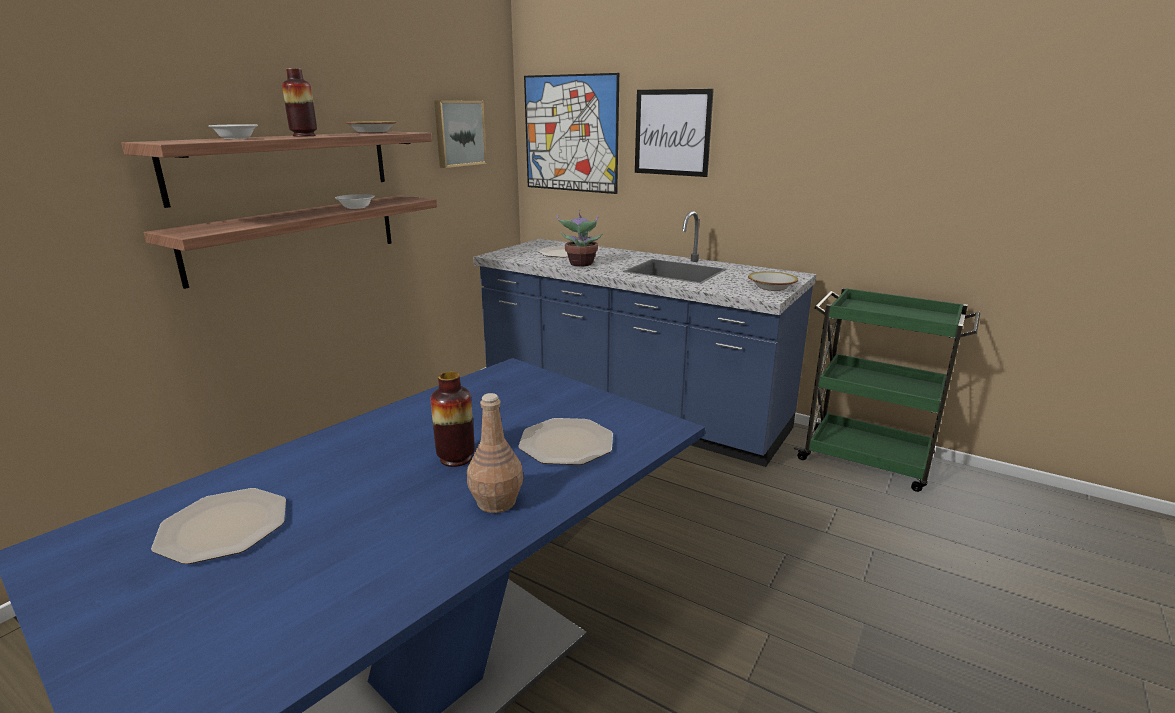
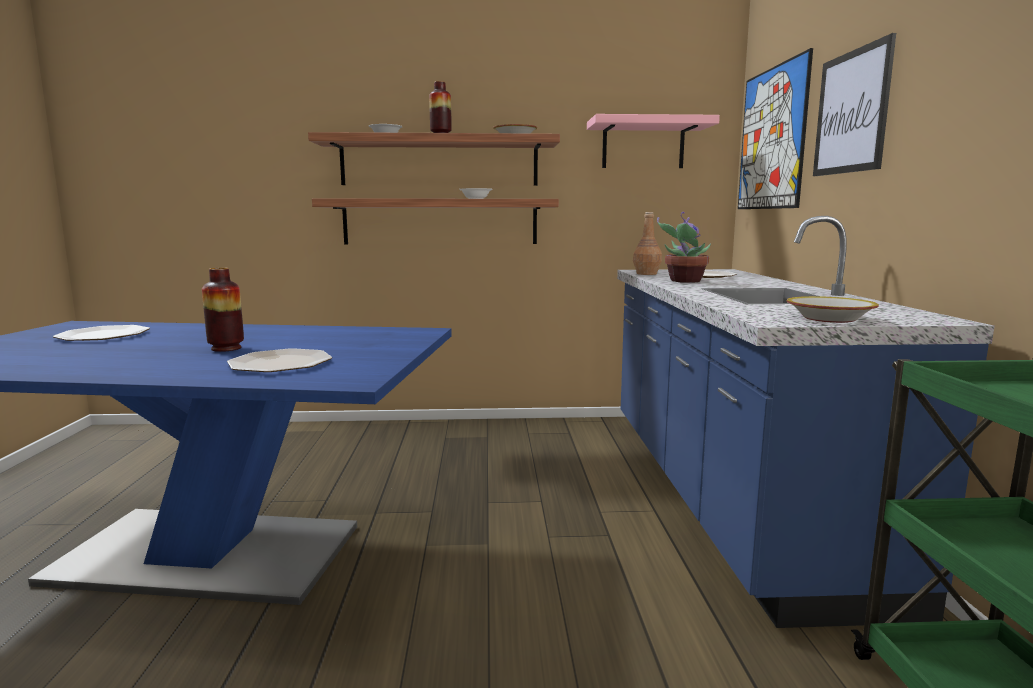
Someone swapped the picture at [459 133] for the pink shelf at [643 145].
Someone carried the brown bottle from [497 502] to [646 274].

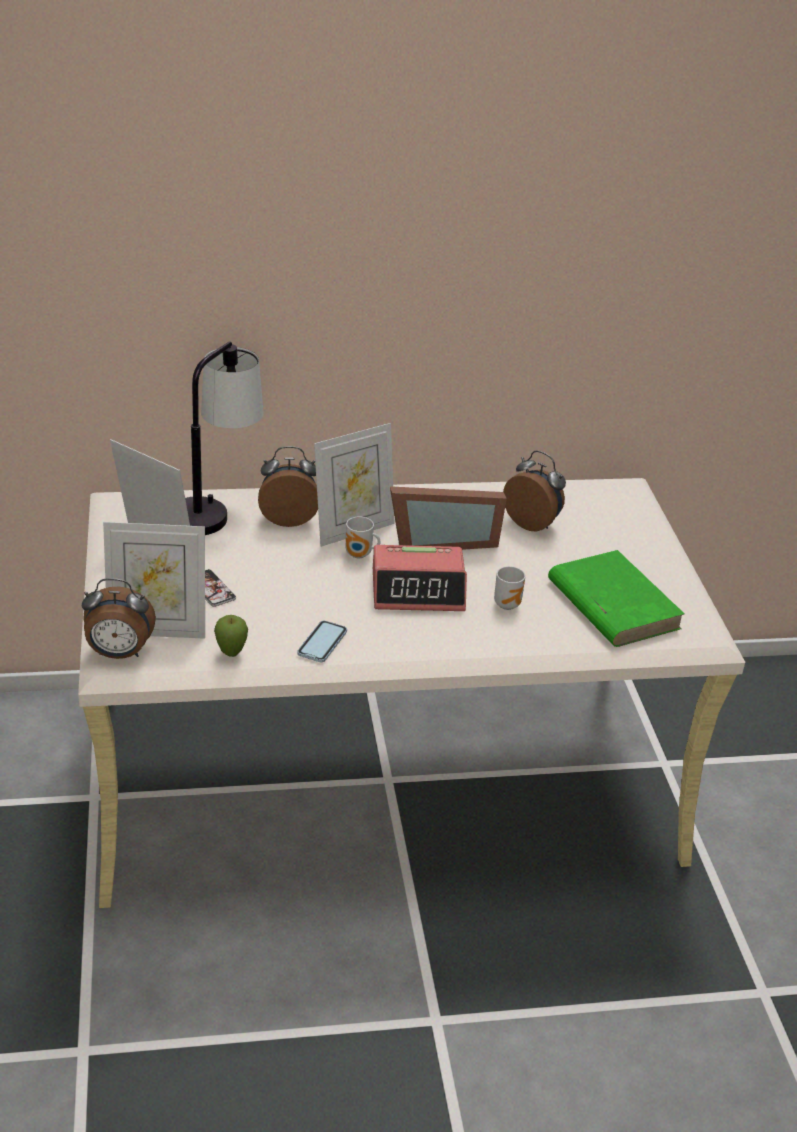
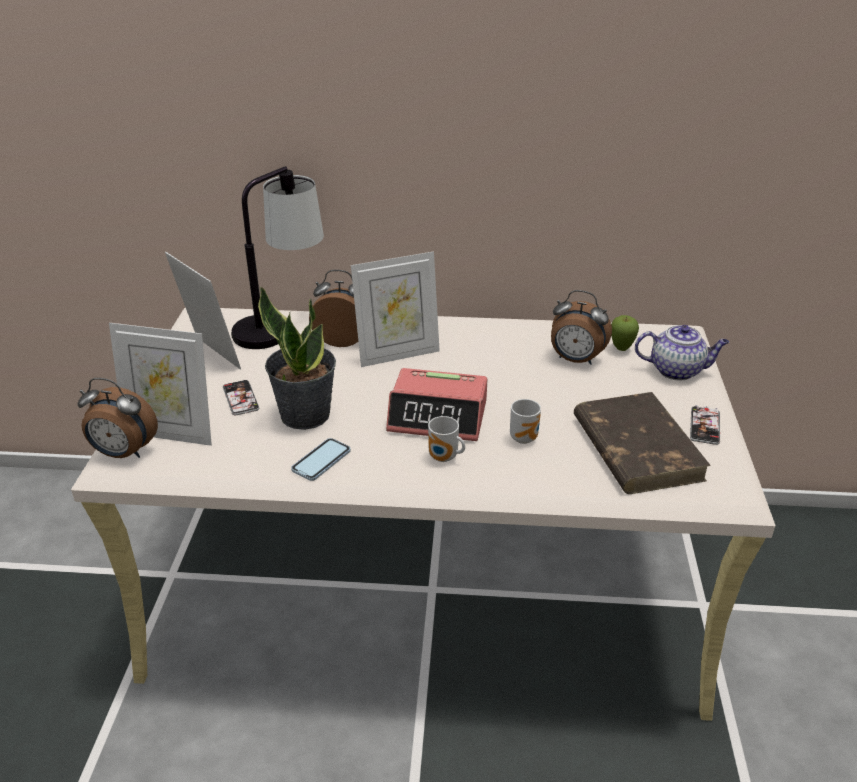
Someone rotated the alarm clock at [533 523] by 150 degrees clockwise.
Someone took away the picture frame at [441 541].
Someone carried the mug from [360 555] to [444 458].
Someone repainted the green book at [612 604], which became the brown book at [636 447].
Someone carried the apple from [231 654] to [621 349].
Someone put down the potted plant at [305 414].
Someone put down the teapot at [677 370].
Someone put down the phone at [704 426].

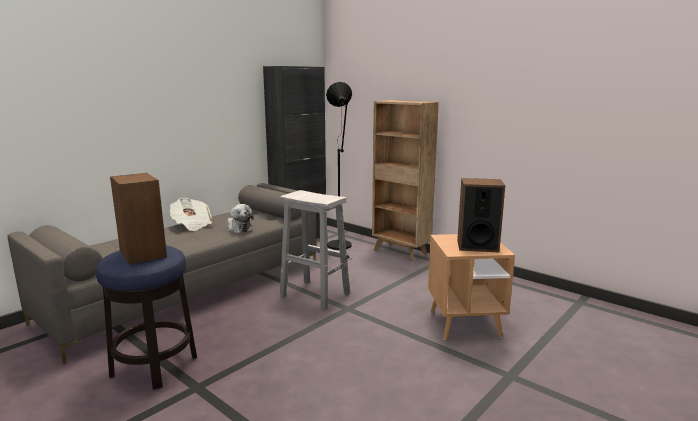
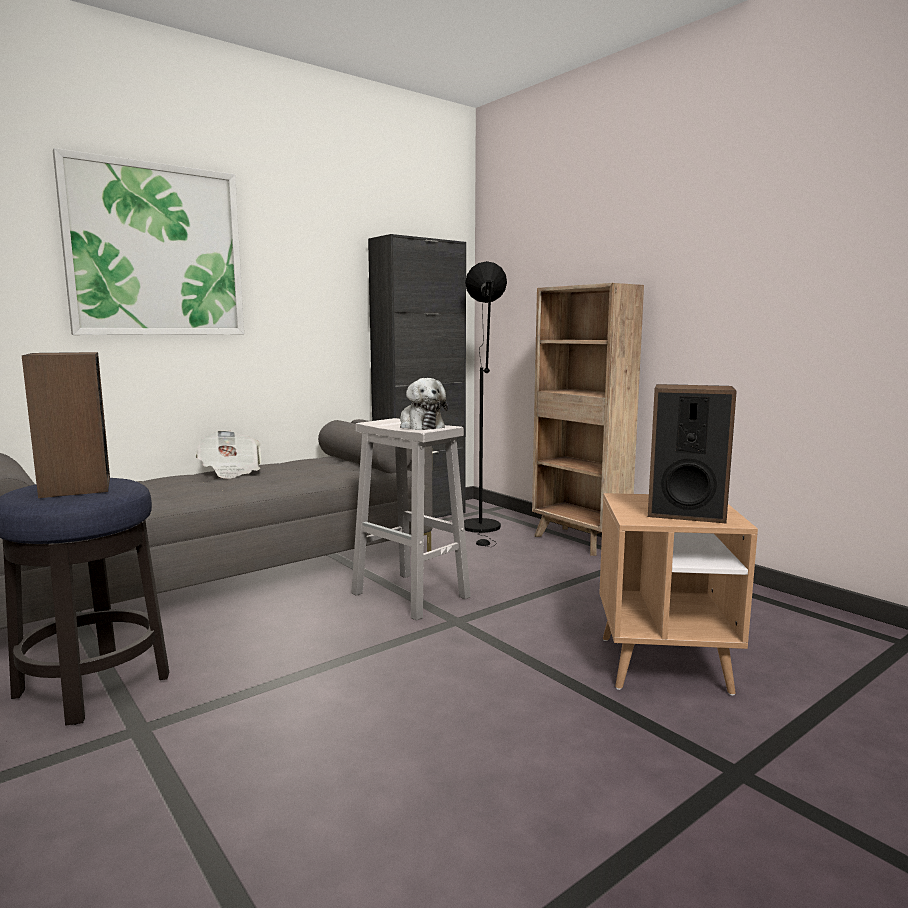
Someone carried the plush toy from [238 228] to [420 426].
Someone put up the picture at [156 251].

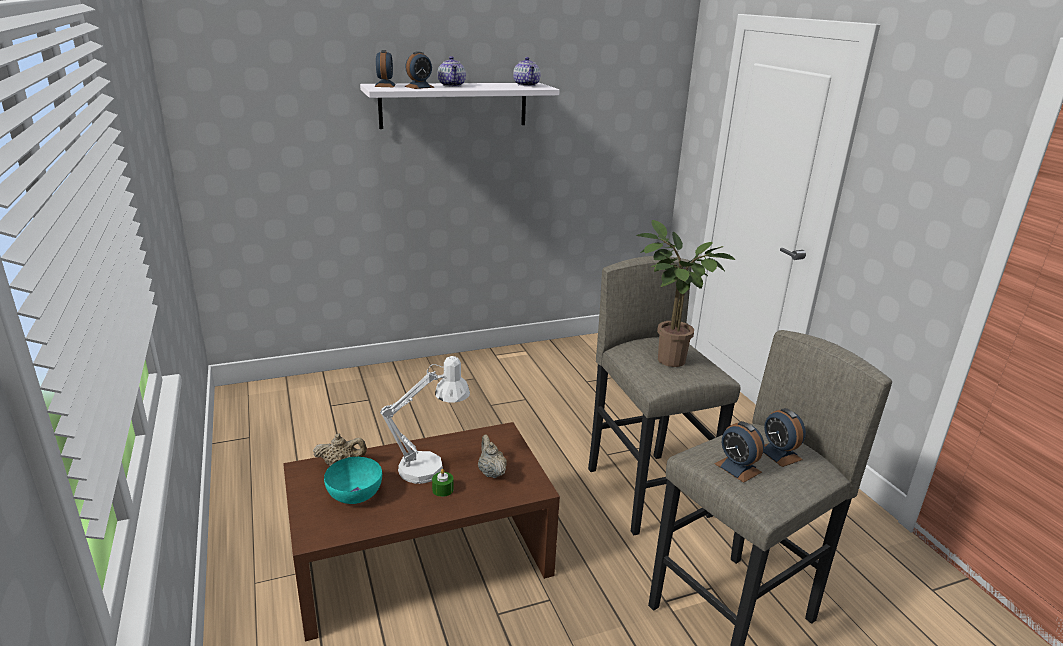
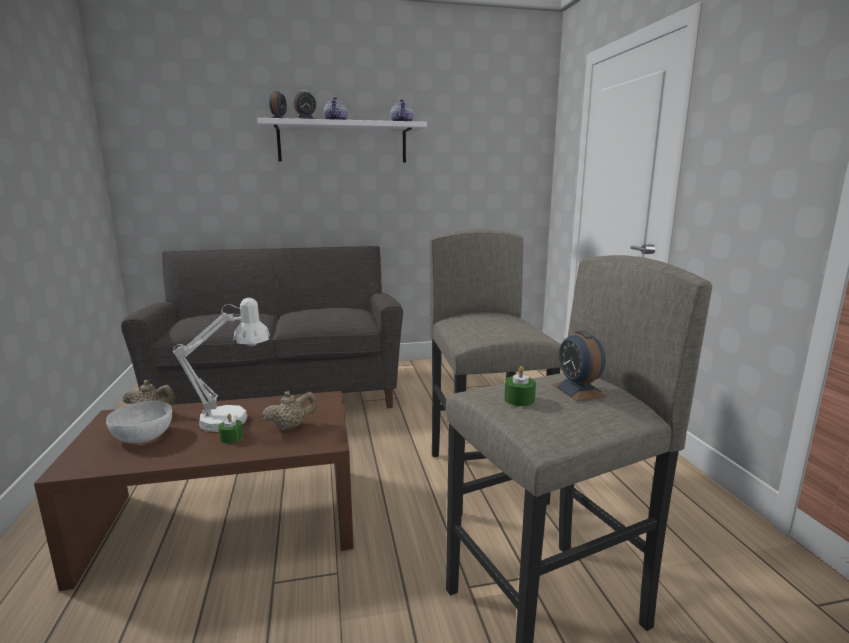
Someone took away the potted plant at [666 361].
Someone swapped the alarm clock at [737 468] for the green candle at [519 400].
Someone rotated the beige teapot at [491 472] by 75 degrees clockwise.
Someone repainted the turquoise bowl at [354 493], which became the white bowl at [142 436].
Someone put down the grey sofa at [282 392].

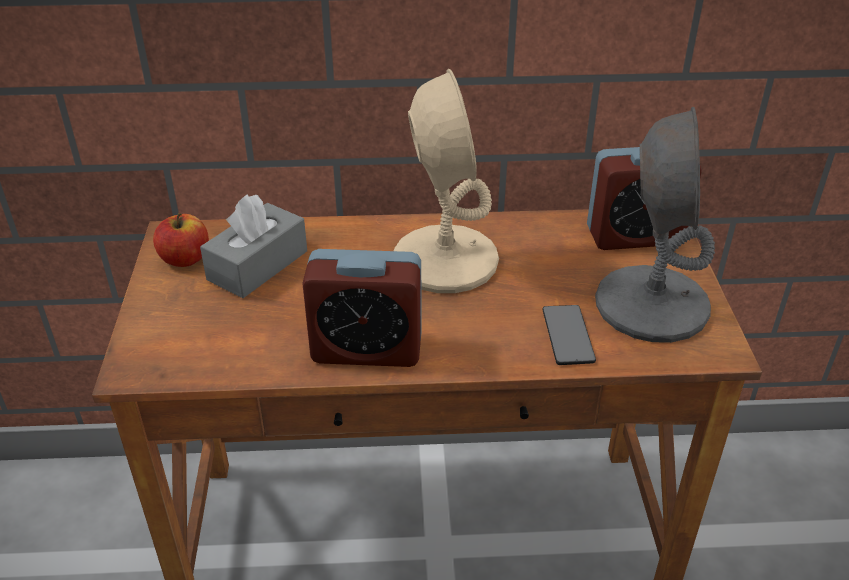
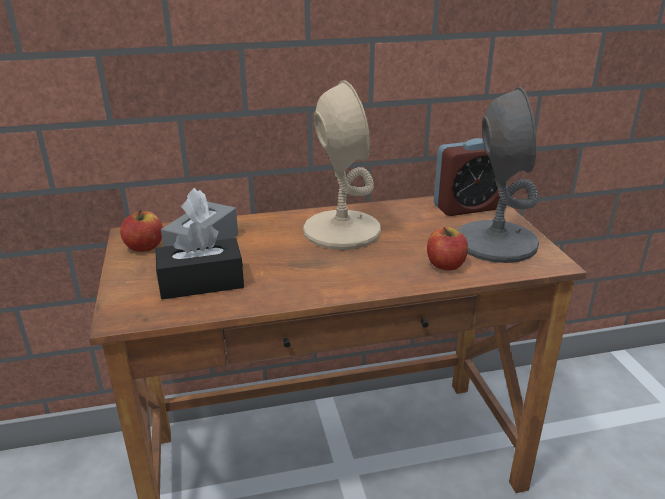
Someone took away the alarm clock at [367 349].
Someone swapped the phone at [567 336] for the apple at [445 265].
Someone put down the black tissue box at [201 282].

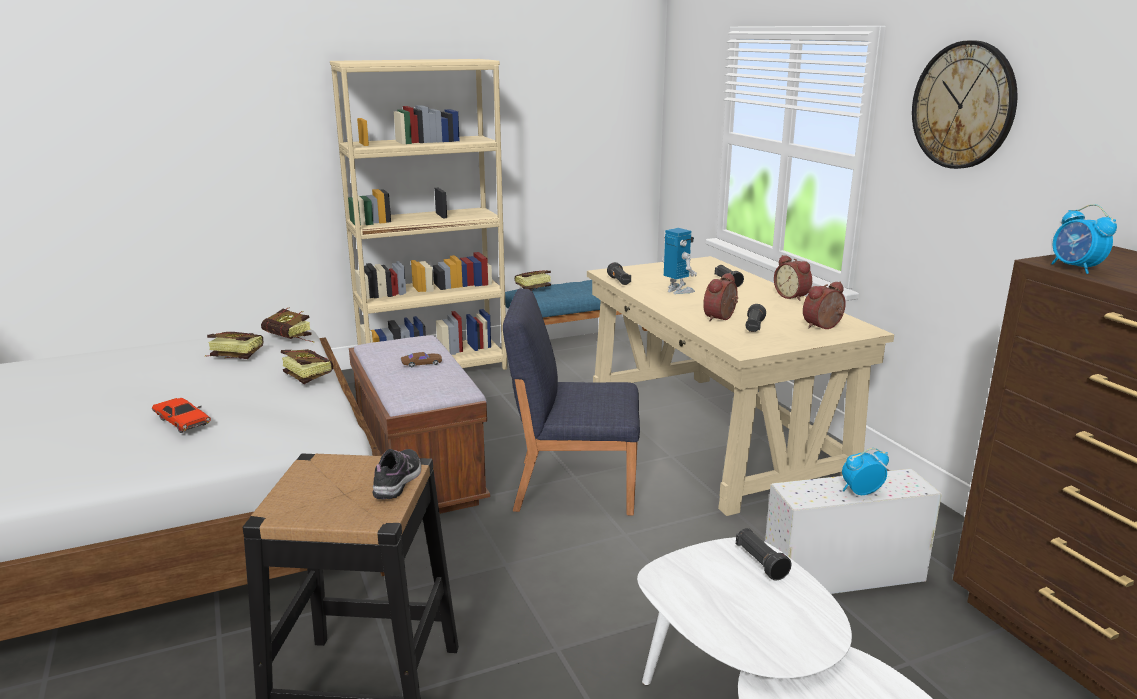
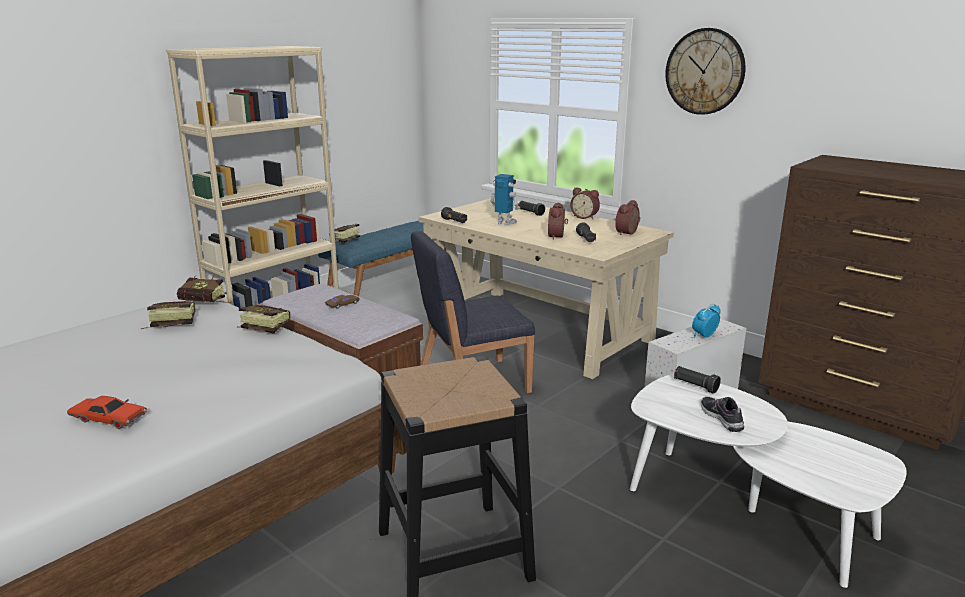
Someone took away the alarm clock at [1075 268].
Someone carried the red toy car from [182 422] to [108 419].
Someone carried the shoe from [398 480] to [721 418].

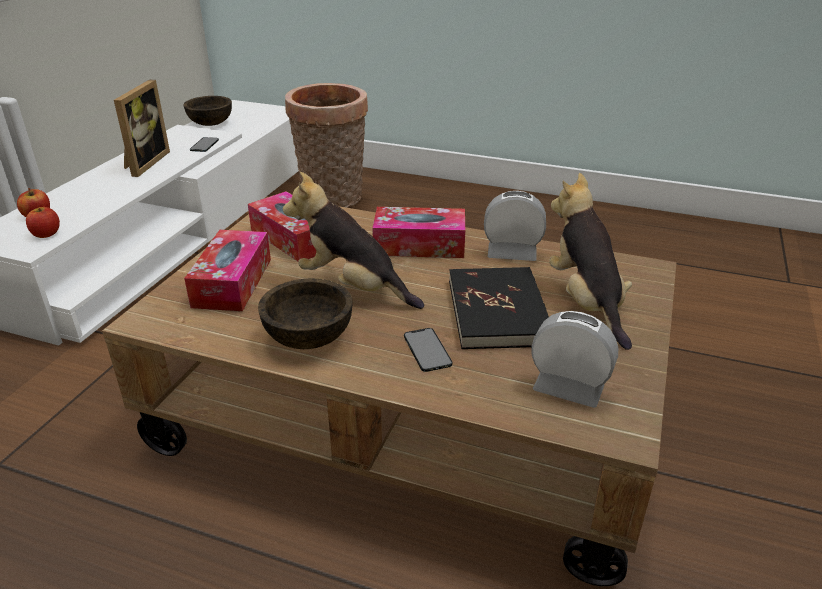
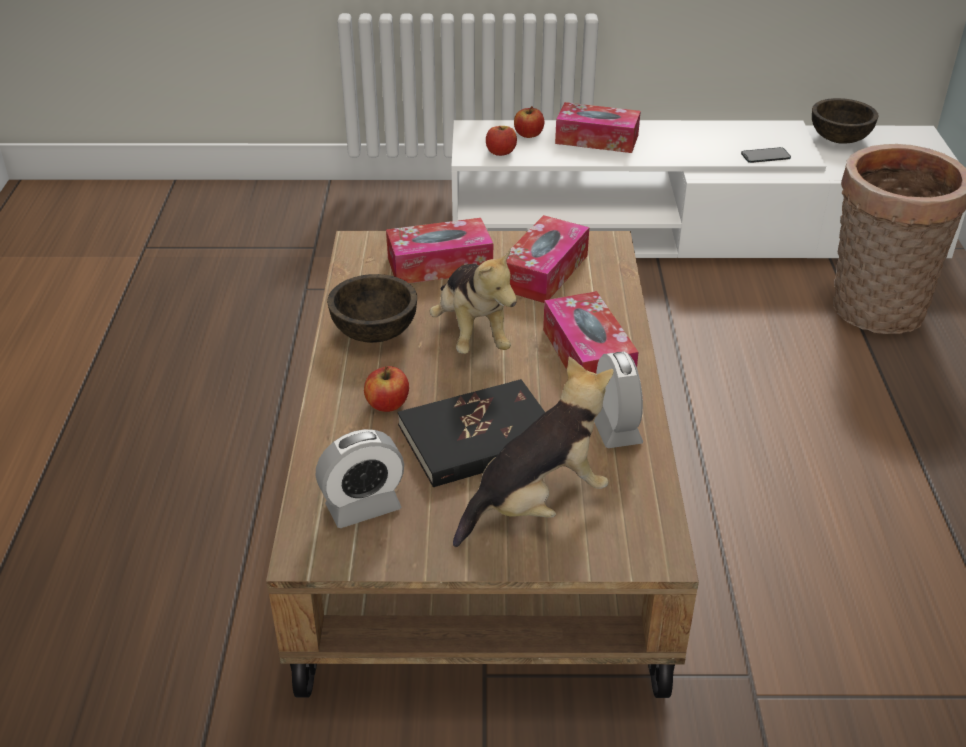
Someone took away the picture frame at [144 163].
Someone rotated the plush toy at [353 287] by 150 degrees clockwise.
Someone rotated the alarm clock at [568 389] by 60 degrees clockwise.
Someone swapped the phone at [427 350] for the apple at [387 404].
Someone put down the tissue box at [597 139].

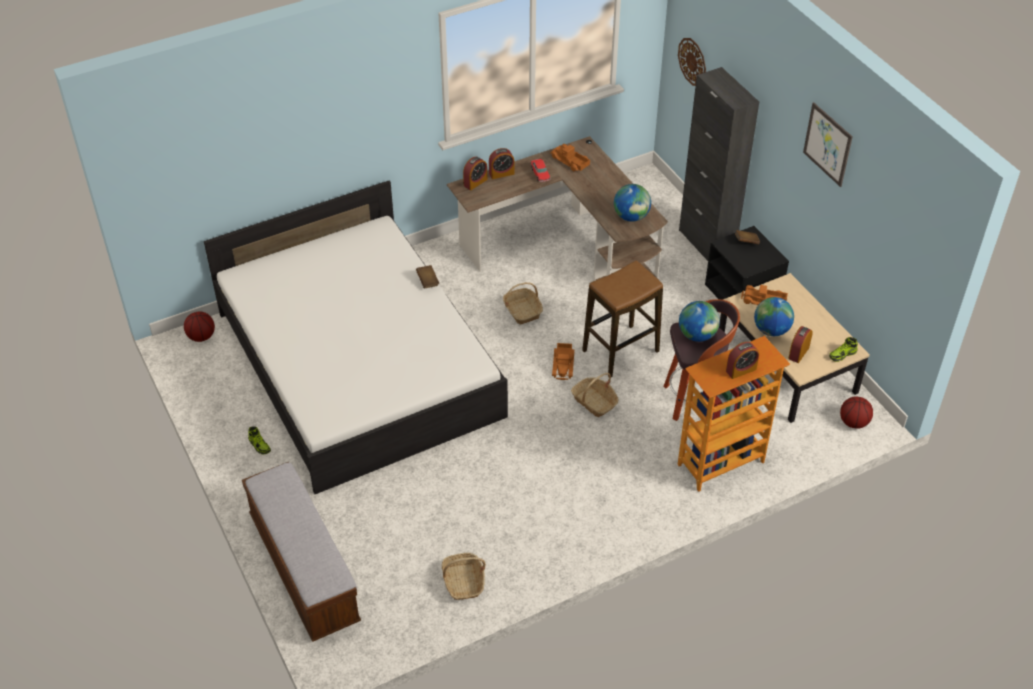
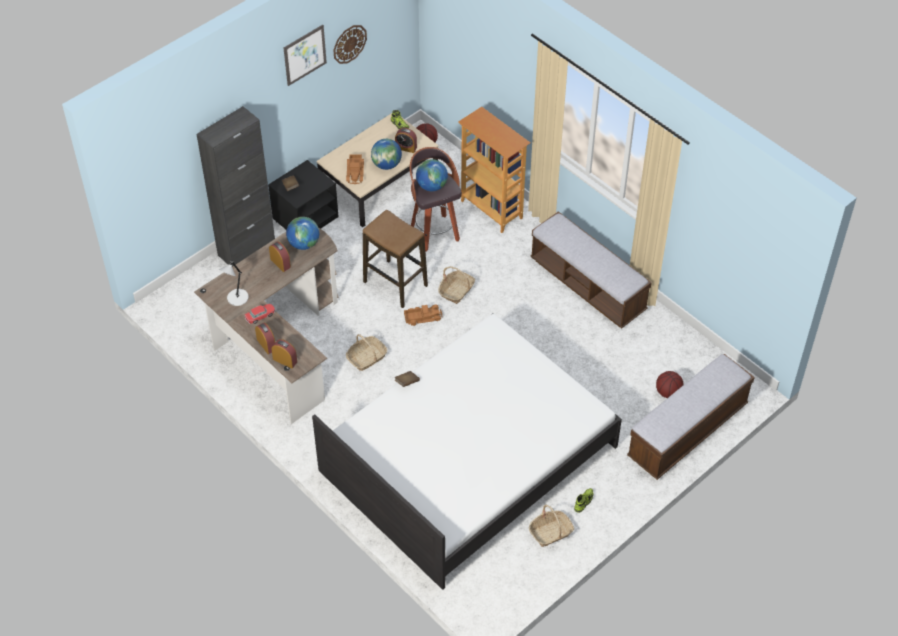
Someone carried the wall clock from [692 61] to [349 44].
Someone swapped the toy truck at [569 162] for the grey table lamp at [237 298].
Someone carried the basketball from [201 336] to [668 392].
Someone carried the alarm clock from [741 370] to [280 263].
Someone carried the basket from [463 582] to [551 532].
Someone put down the bench at [587 285].

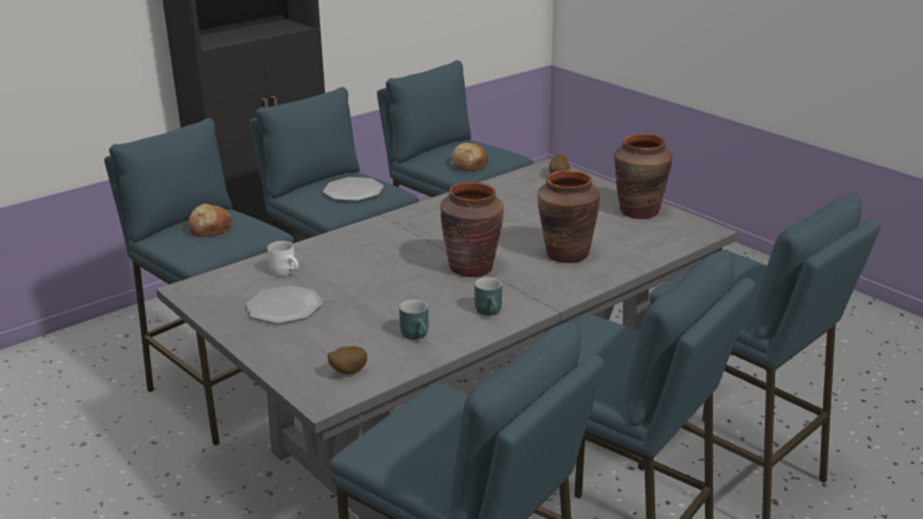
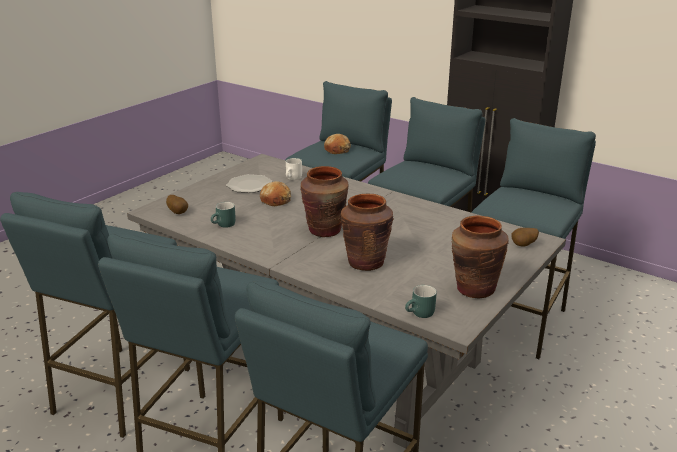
Someone carried the bread from [469 164] to [276 200].
Someone took away the plate at [353 191].
Someone carried the turquoise mug from [491 312] to [421 314].

